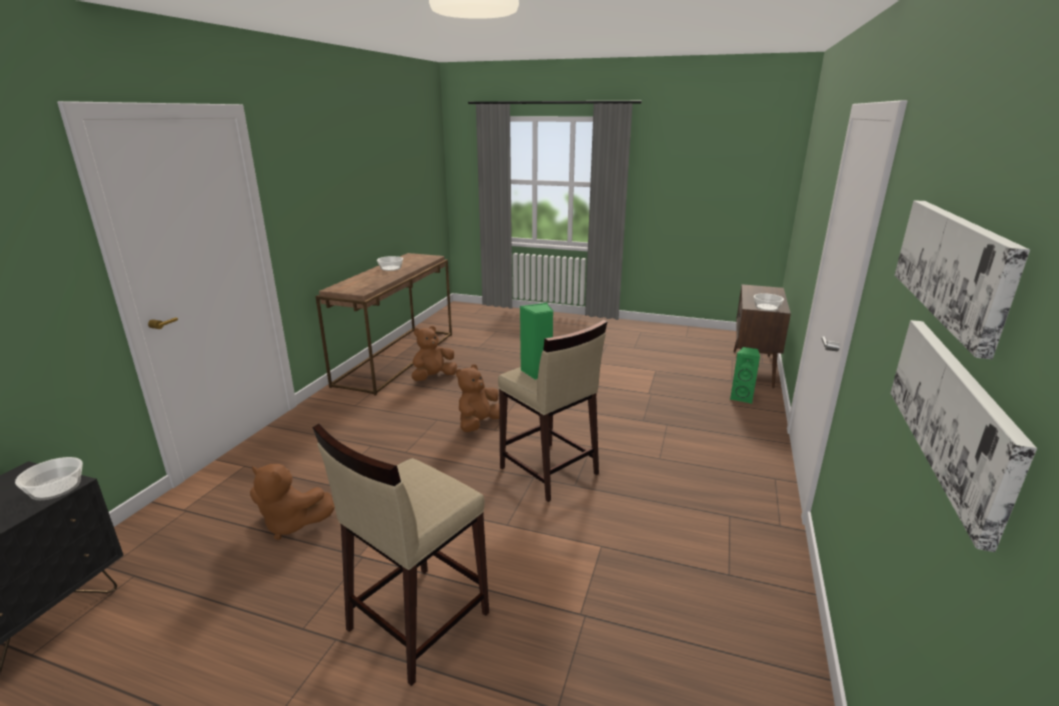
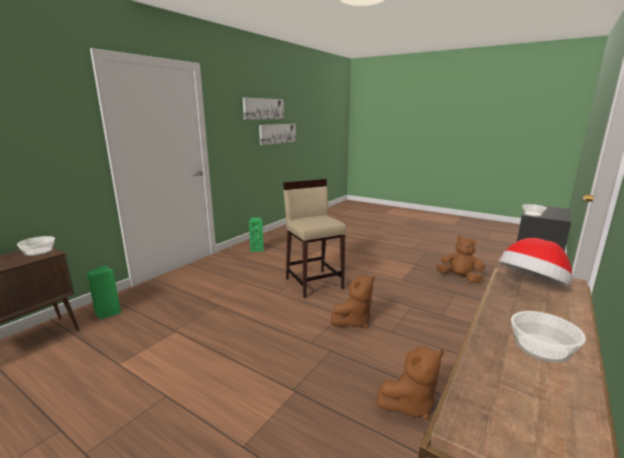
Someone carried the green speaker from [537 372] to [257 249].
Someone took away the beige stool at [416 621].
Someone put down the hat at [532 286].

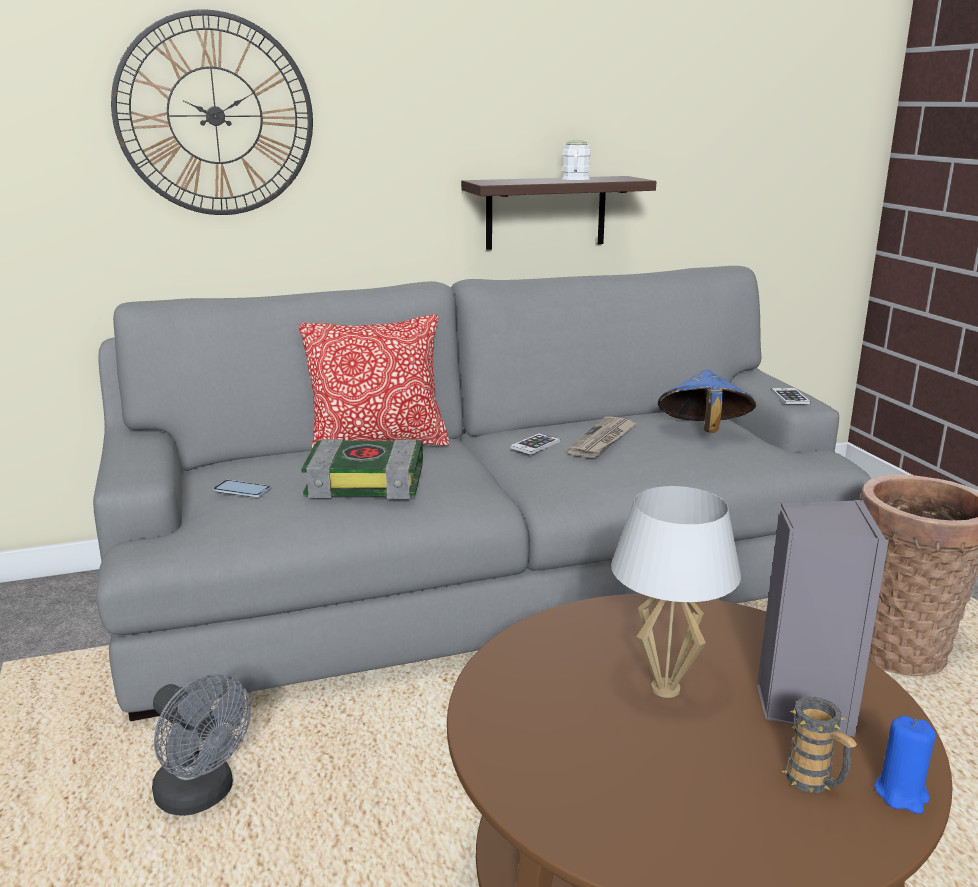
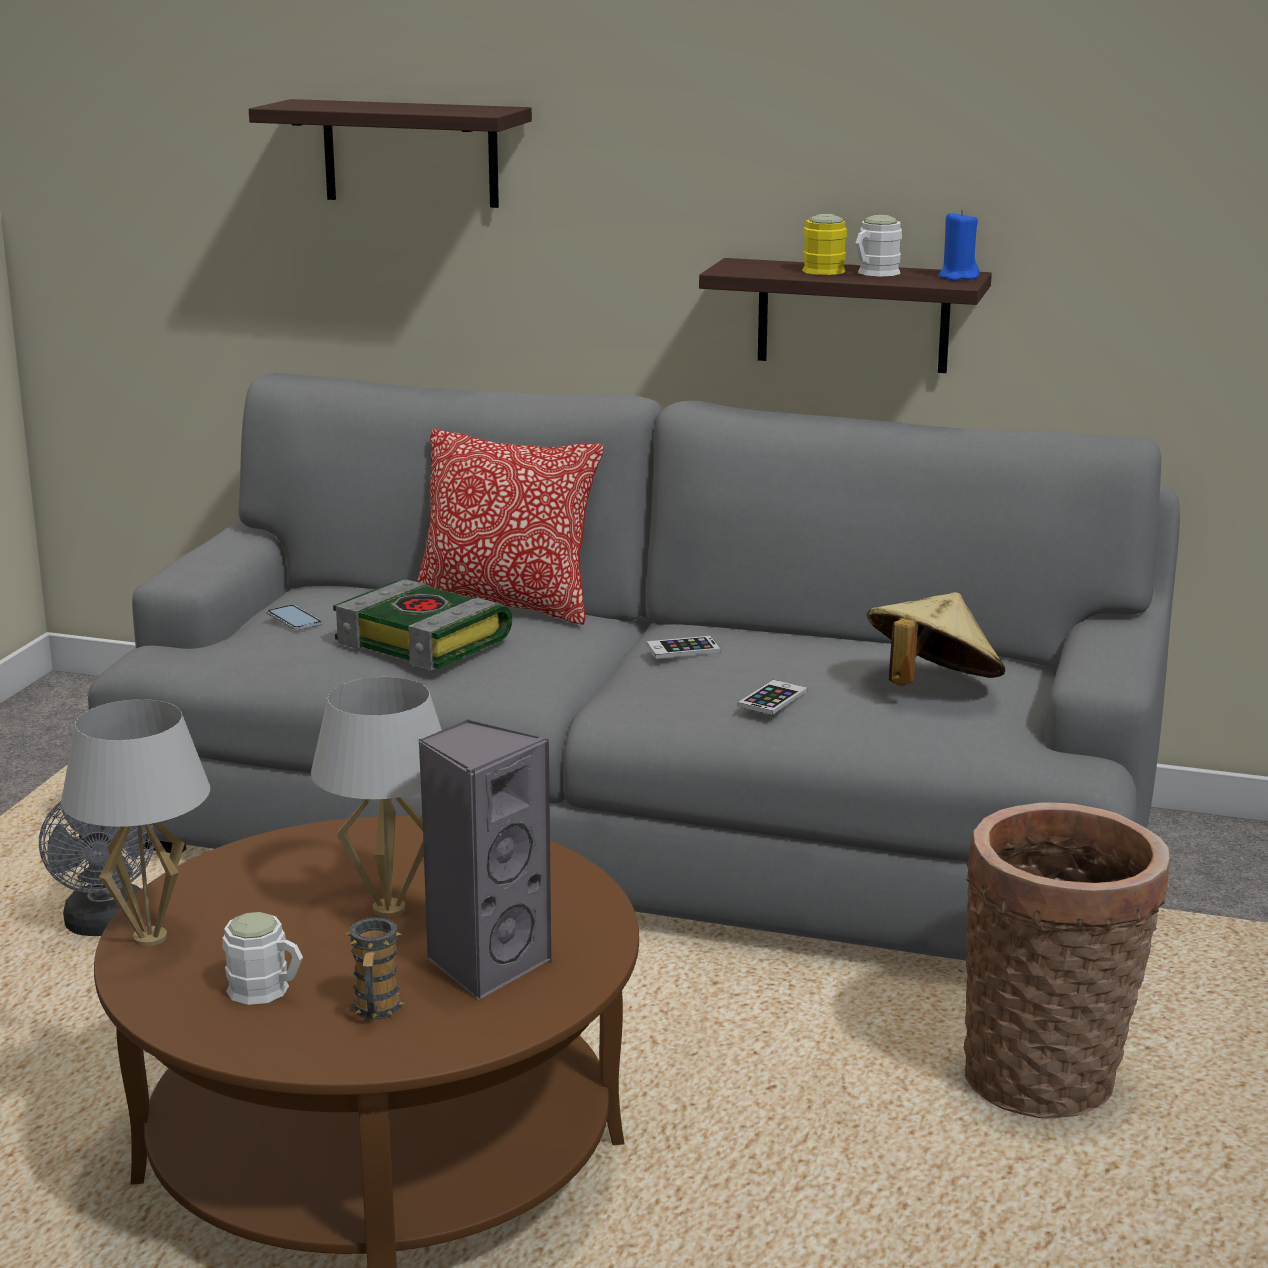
Someone swapped the wall clock at [215 116] for the shelf at [410 153].
Someone repainted the blue hat at [703 432], which became the beige hat at [931 687].
Someone carried the phone from [789 397] to [772 699].
Someone took away the newspaper at [603 440].
Someone carried the blue candle from [901 793] to [958 277].
Someone put down the yellow mug at [826 269].
Someone put down the white table lamp at [150 937].
Someone put down the white mug at [268 991].

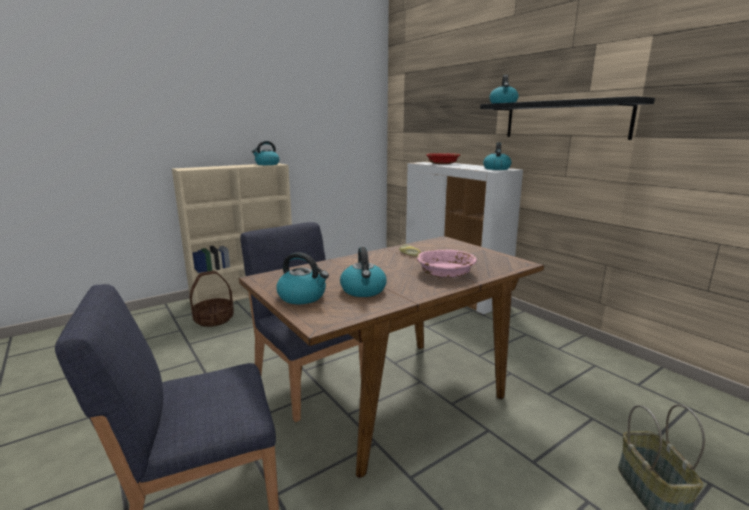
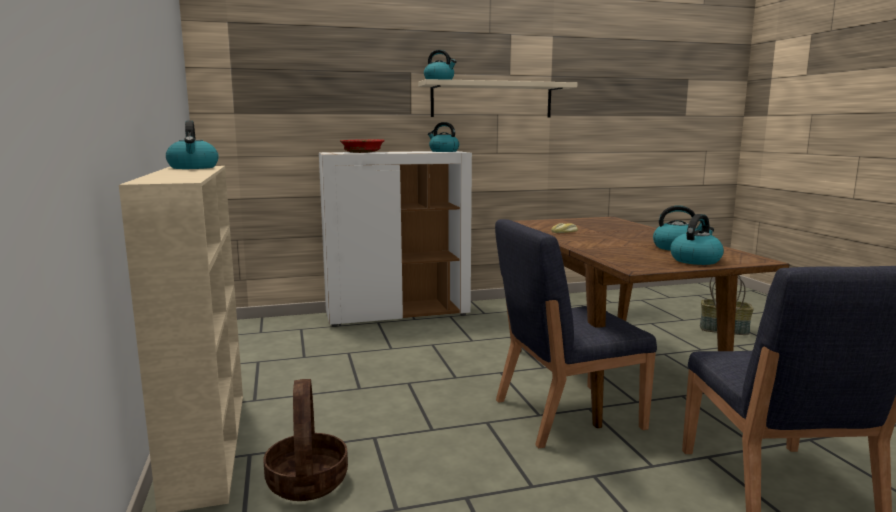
Someone repainted the black shelf at [564 120], which became the beige shelf at [492 100].
Someone took away the pink bowl at [445 272].

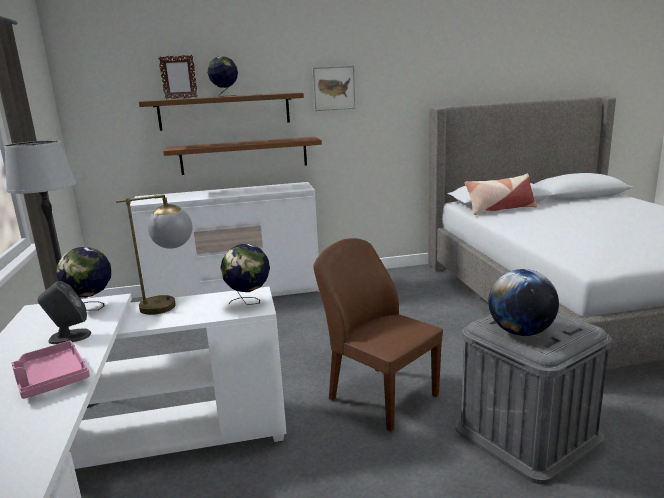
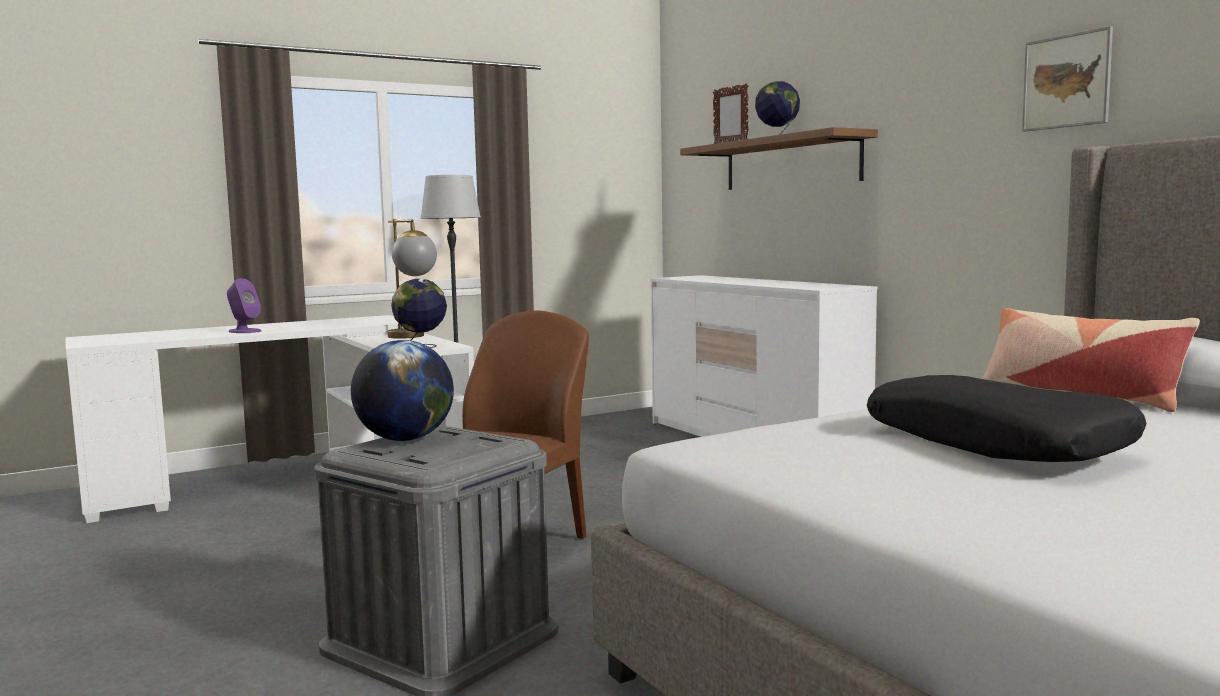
Someone carried the picture from [334 88] to [1066 81].
Someone took away the brown shelf at [244 155].
Someone took away the globe at [91 307].
Someone took away the grey speaker at [69 337].
Someone swapped the pink tray at [51 379] for the purple speaker at [244 331].
Someone put down the black pillow at [996 443].

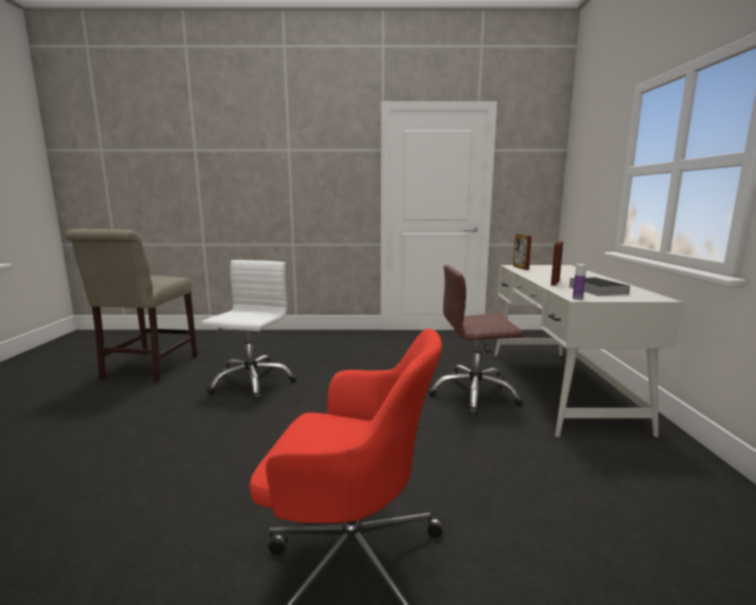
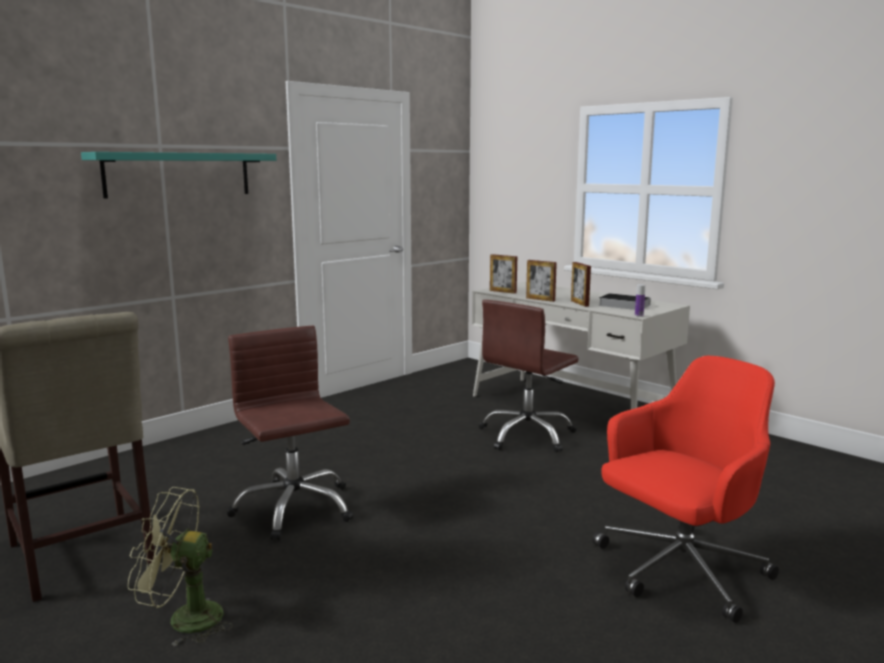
Someone repainted the white office chair at [251 382], which became the brown office chair at [294 508].
Someone put up the turquoise shelf at [179 174].
Someone put down the picture frame at [540 299].
Someone put down the green fan at [184 619].

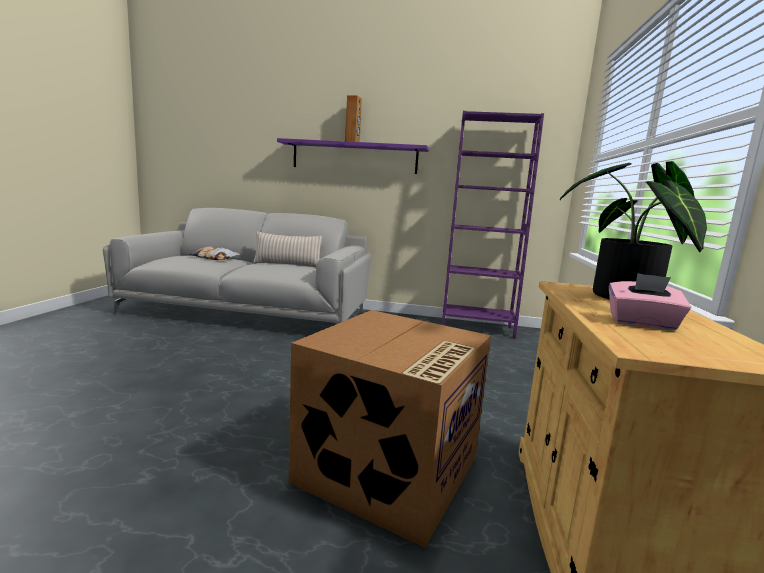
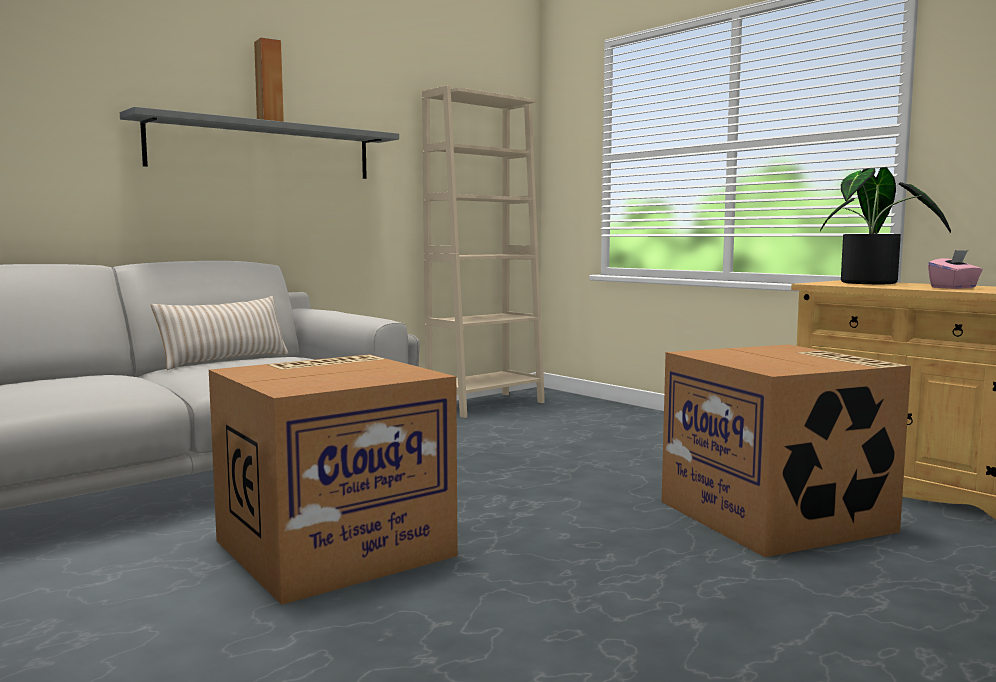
Someone repainted the purple bookcase at [476 328], which became the beige bookcase at [485 405].
Someone repainted the purple shelf at [354 157], which became the grey shelf at [264 149].
Someone took away the pillow at [214 258].
Someone put down the cardboard box at [335 546].

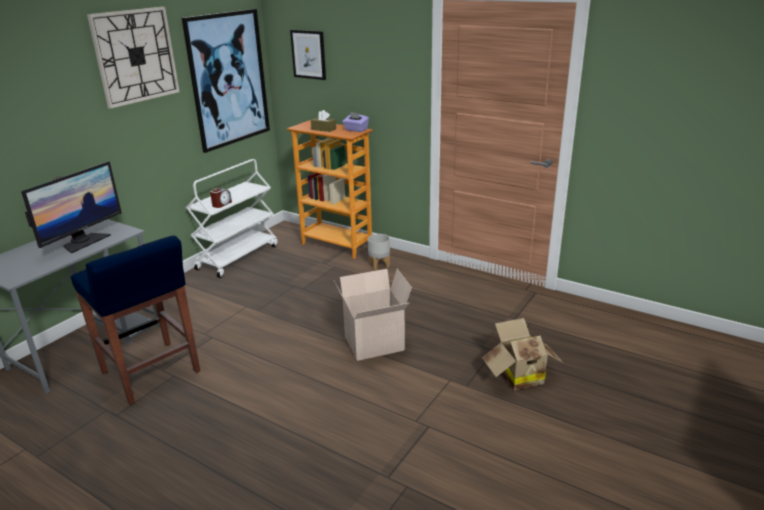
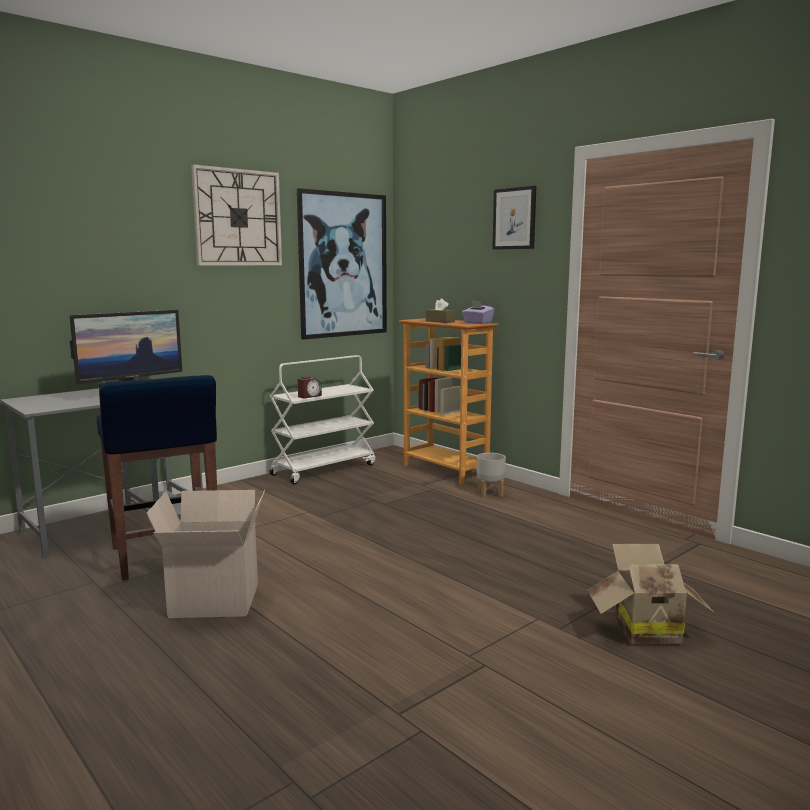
Someone carried the picture from [308 54] to [514 218].
Someone carried the cardboard box from [374 345] to [212 602].

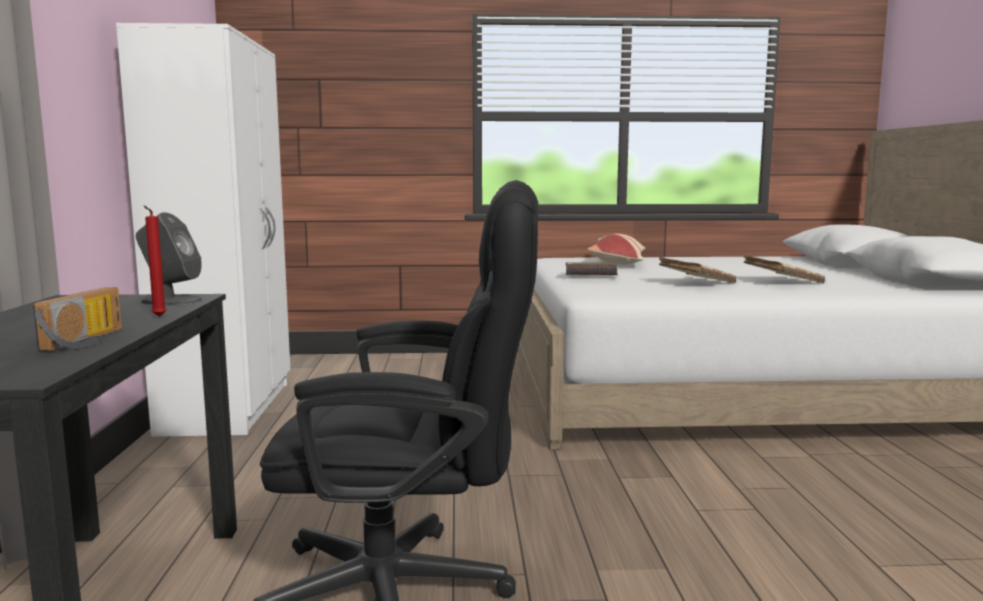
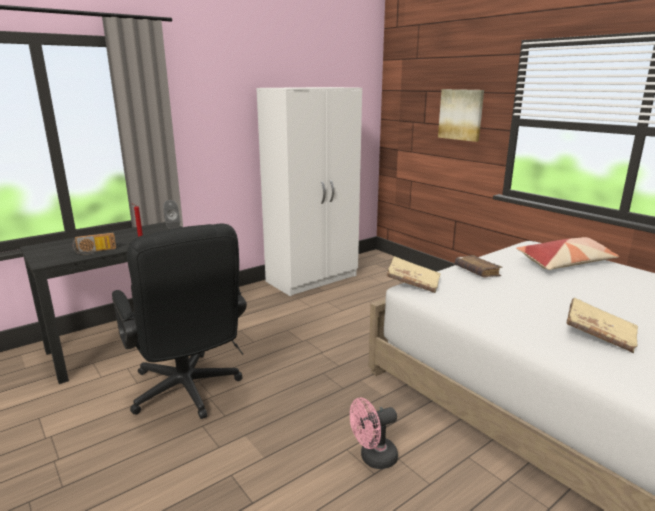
Someone carried the beige book from [696 283] to [413 283].
Someone put up the picture at [461 114].
Someone put down the pink fan at [373 458].

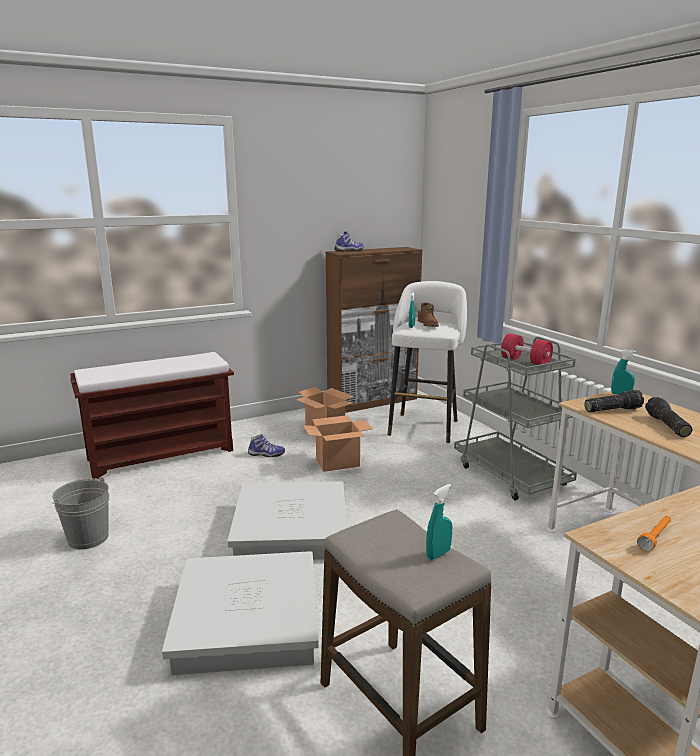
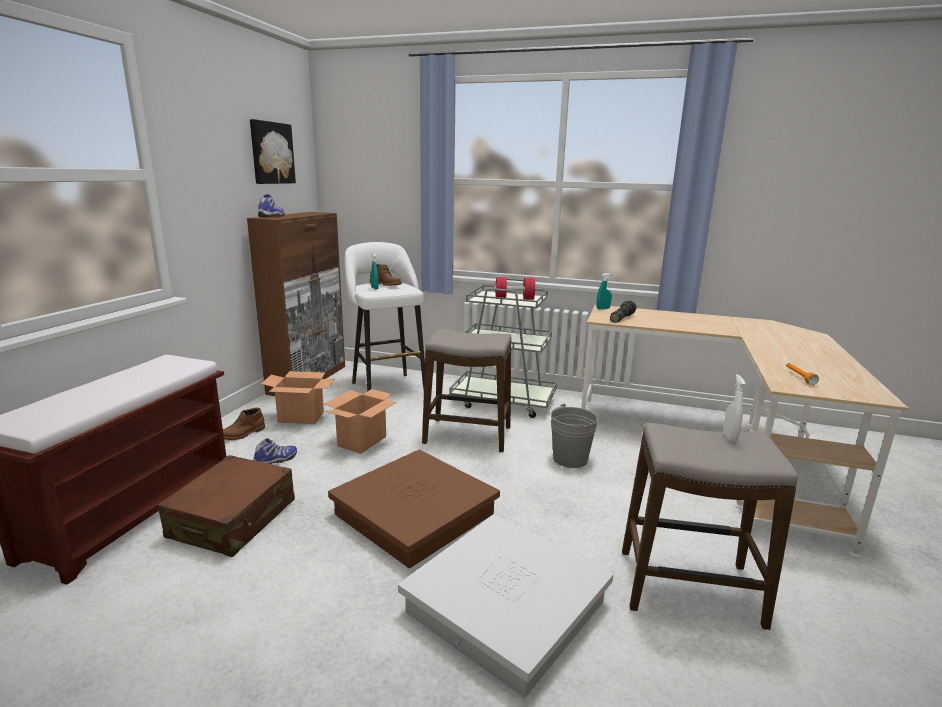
Someone took away the flashlight at [666 425].
Someone carried the grey bucket from [88 538] to [570 459].
Someone repainted the white storage box at [291 529], which became the brown storage box at [414 513].
Someone repainted the turquoise spray bottle at [438 554], which became the white spray bottle at [729 437].
Someone put up the picture at [271 153].
Someone put down the stool at [467 435].
Someone put down the brown boot at [243 434].
Someone put down the brown suitcase at [233 519].

